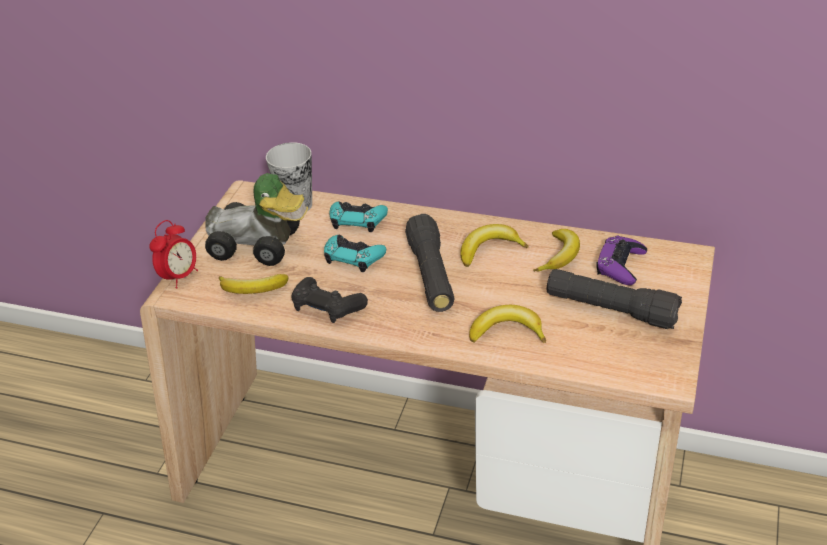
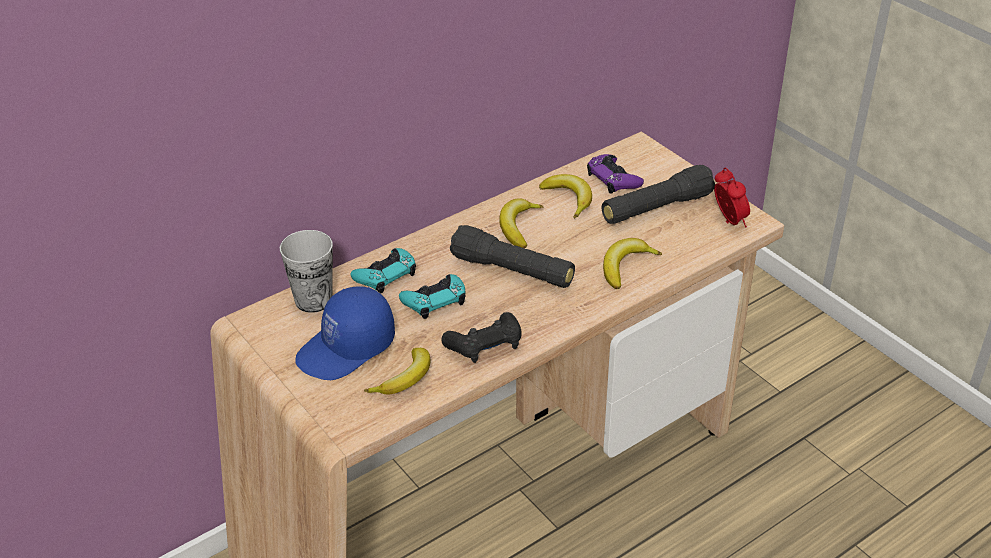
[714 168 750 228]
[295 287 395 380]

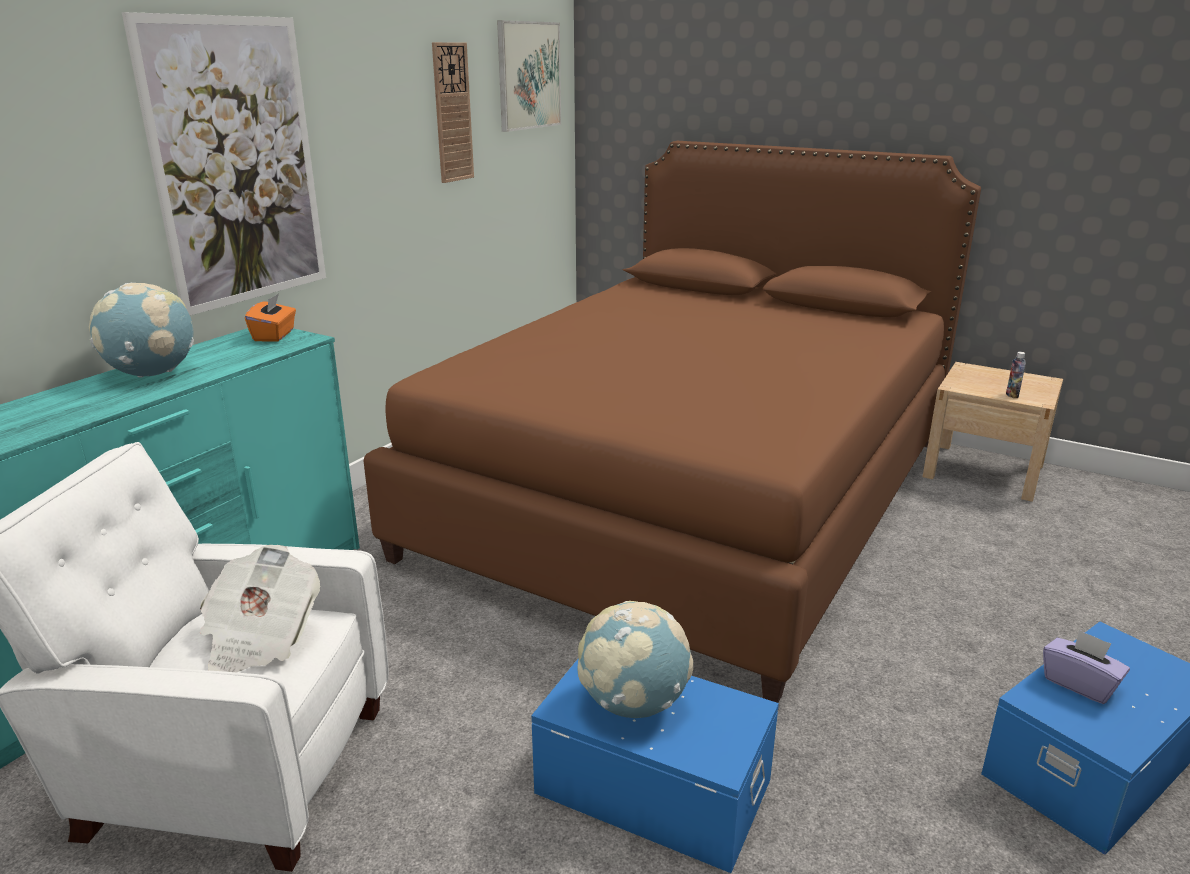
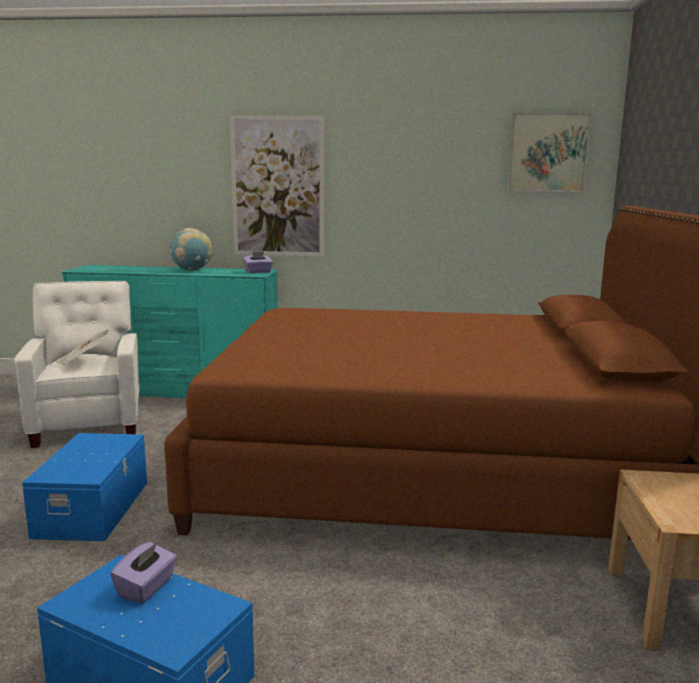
[432 42 474 183] (first image)
[577 601 693 718] (first image)
[1006 352 1026 398] (first image)
[243 251 273 273]

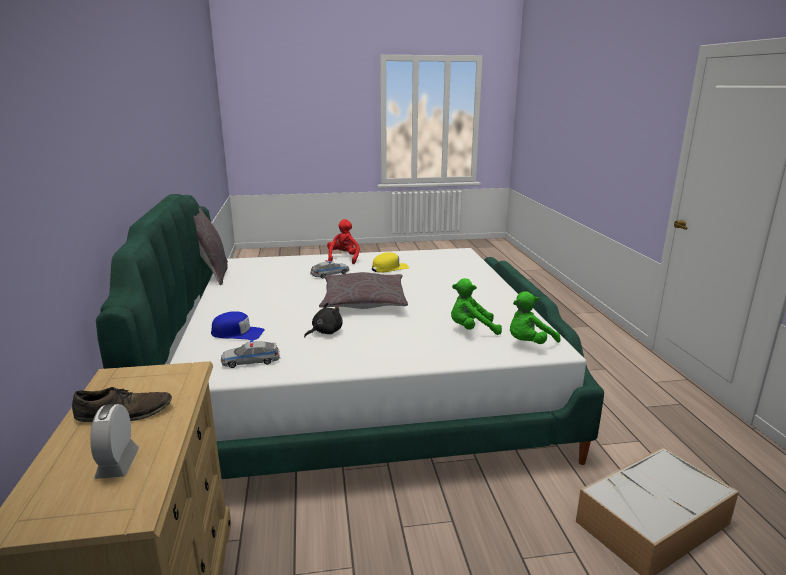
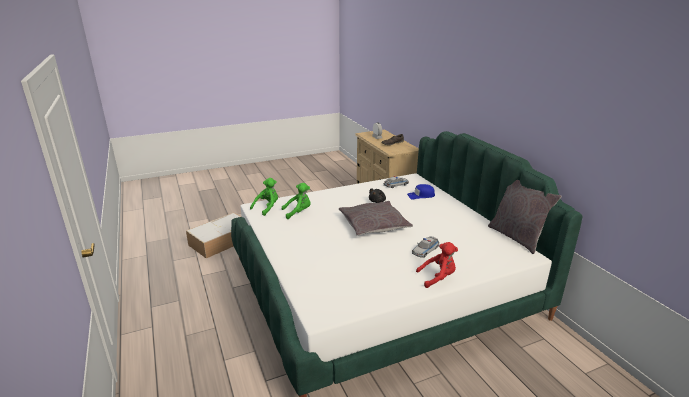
[372 252 409 273] (first image)
[416 242 458 288]

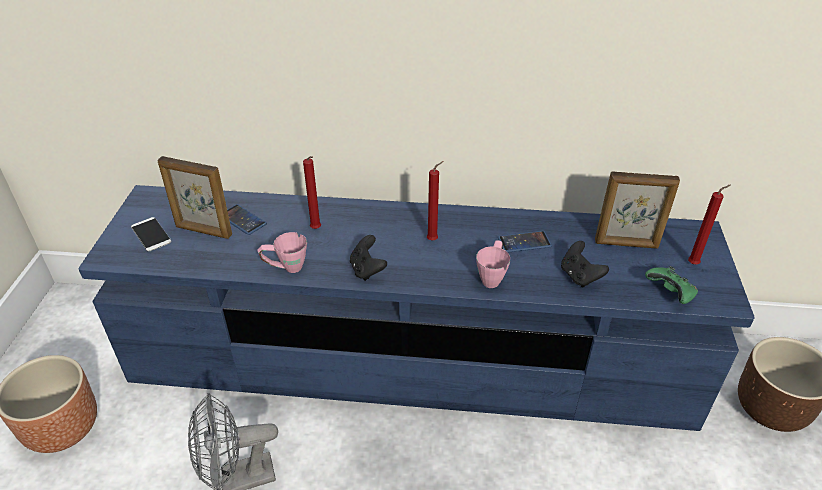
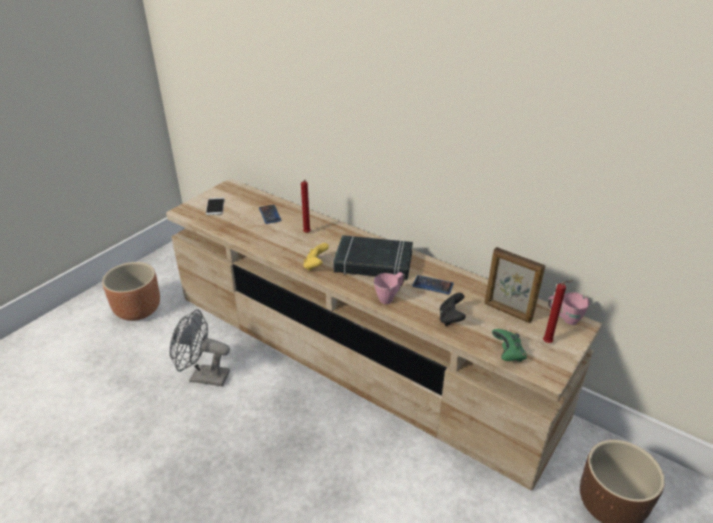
[158 156 232 239] (first image)
[548 292 590 325]
[333 235 413 280]
[166 178 602 490]
[303 243 329 271]

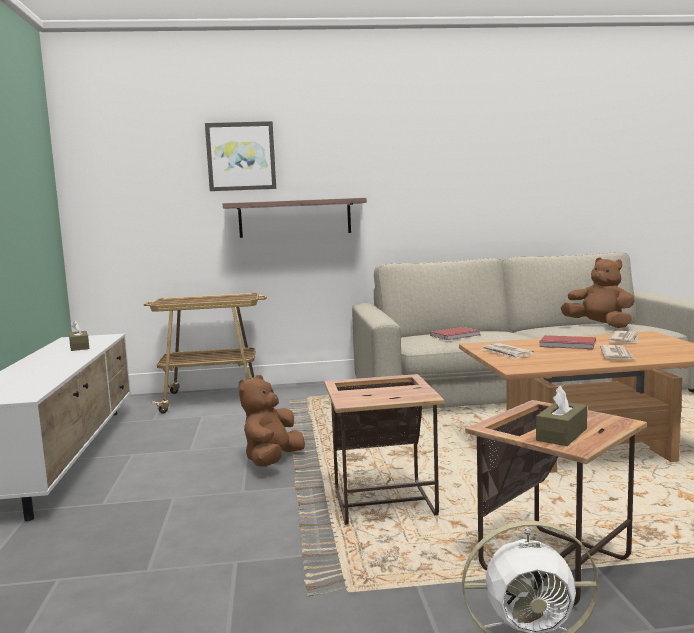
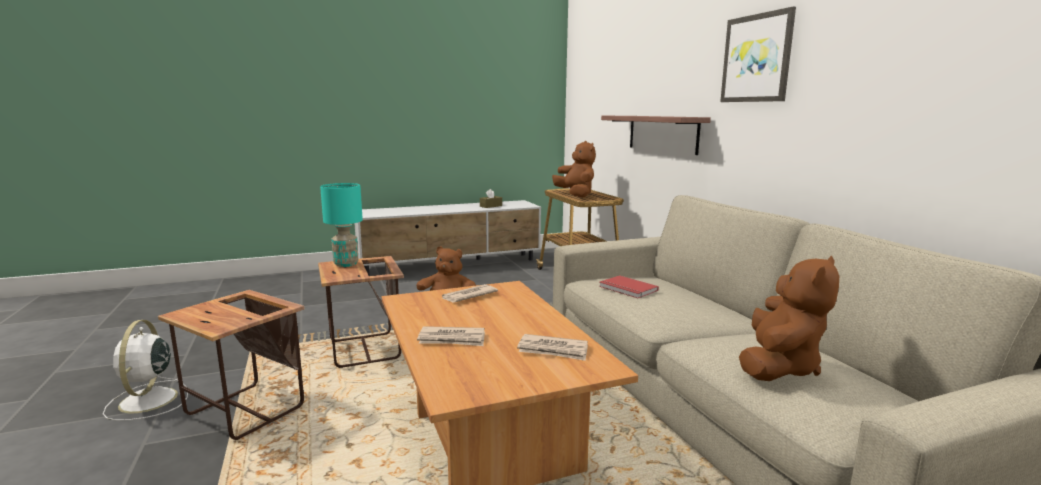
[536 386 587 446] (first image)
[539 335 596 349] (first image)
[320 183 363 267]
[552 141 596 198]
[720 6 796 102]

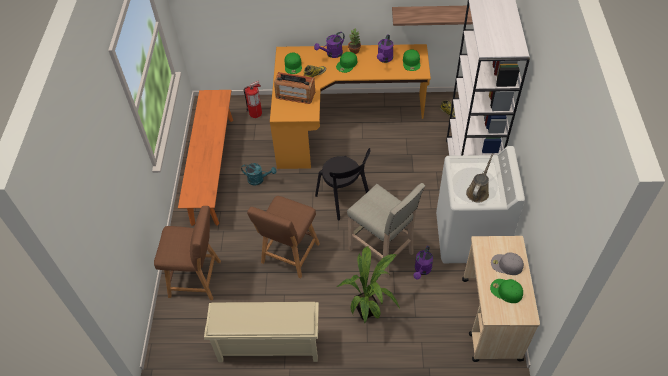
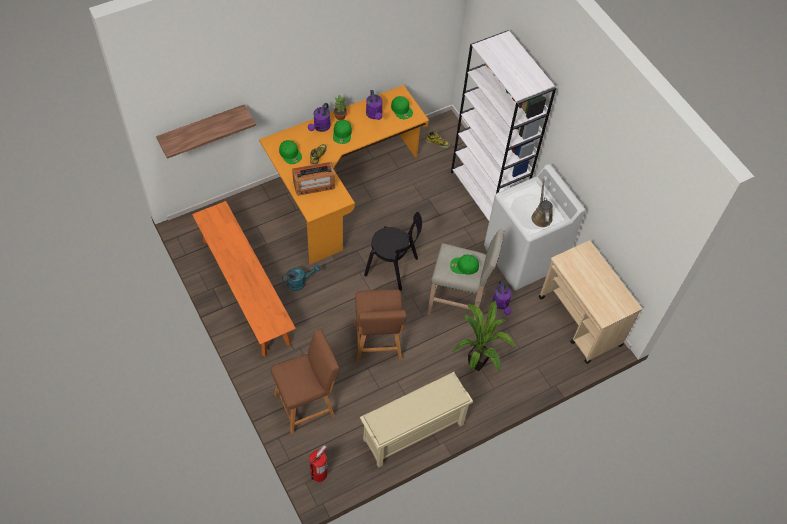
[491 252 524 275] (first image)
[309 445 327 482]
[156 104 256 159]
[450 254 479 275]

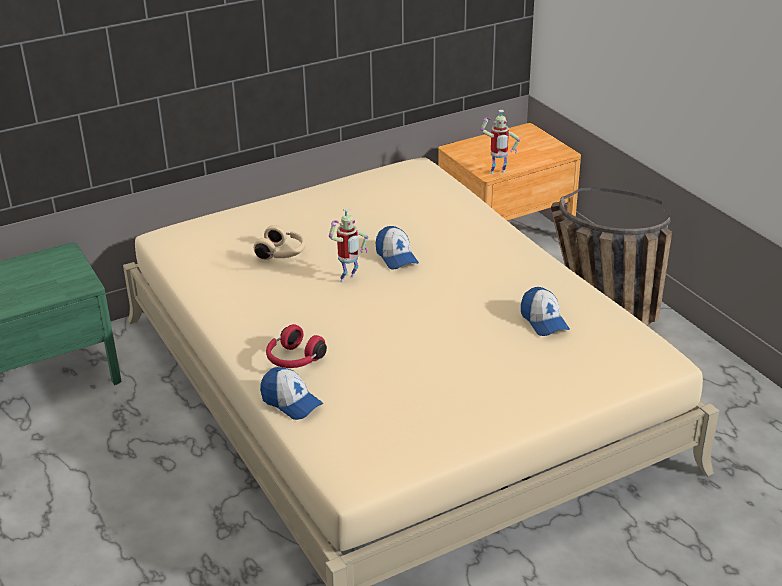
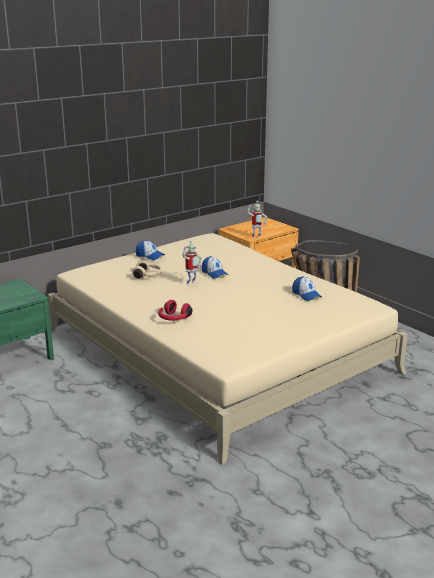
[135 240 165 260]

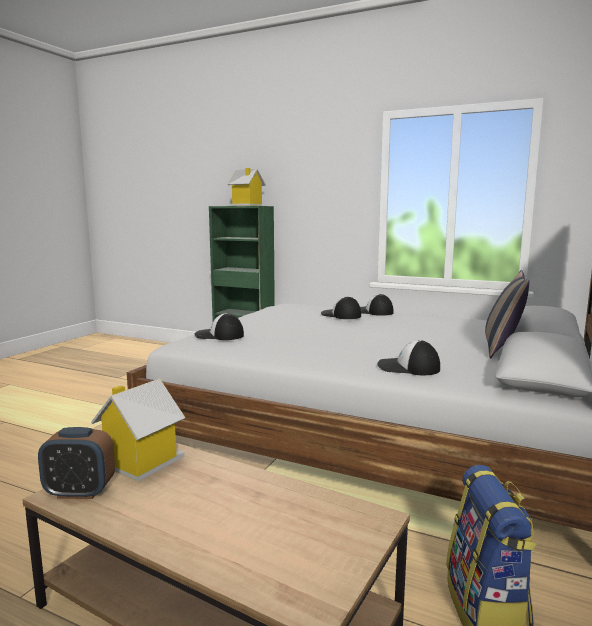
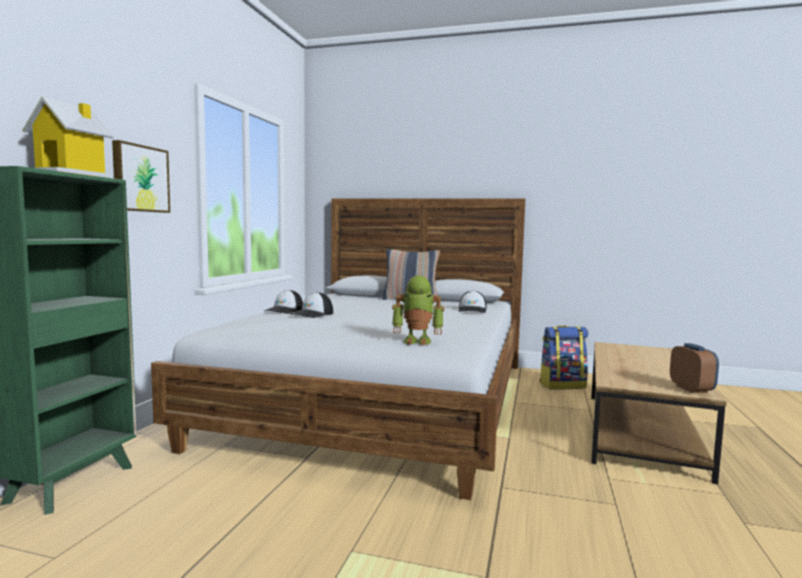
[91 378 185 482] (first image)
[112 140 170 213]
[392 276 444 345]

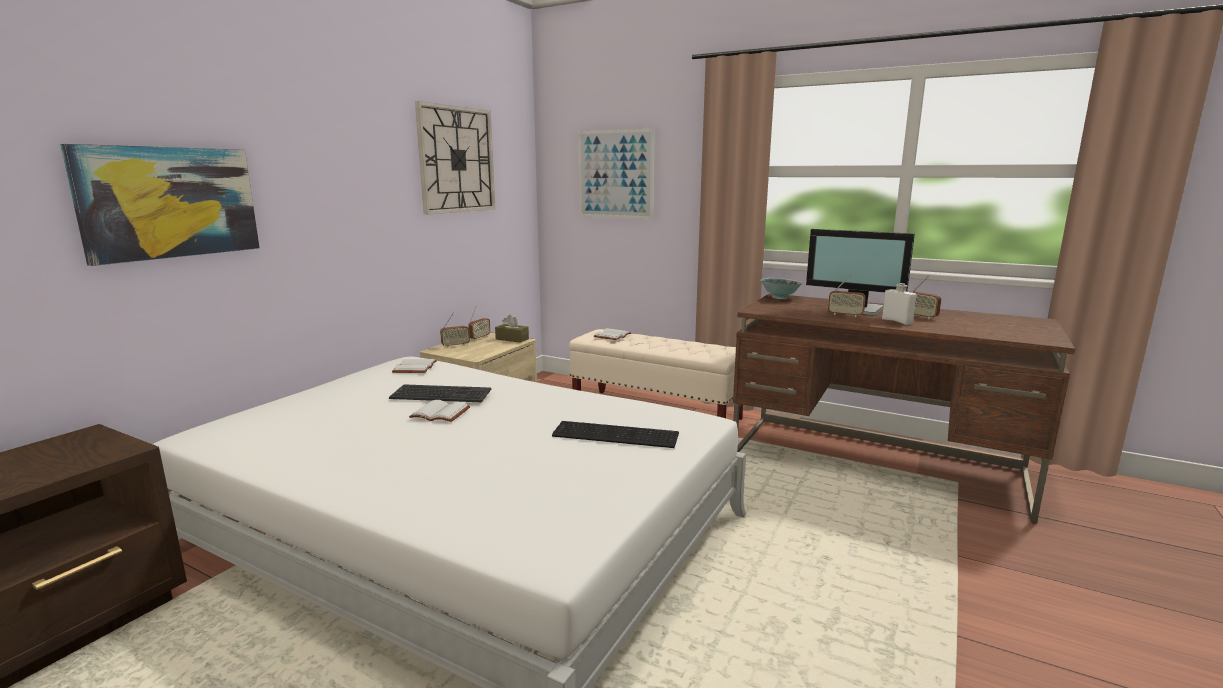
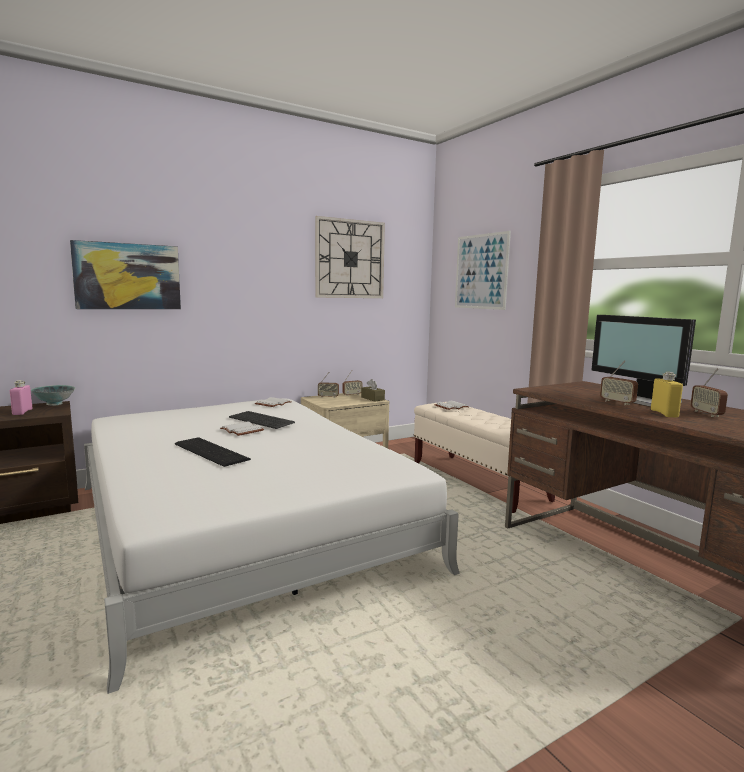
[10 380 33 415]
[175 437 251 467]
[31 385 75 406]
[651 372 683 417]

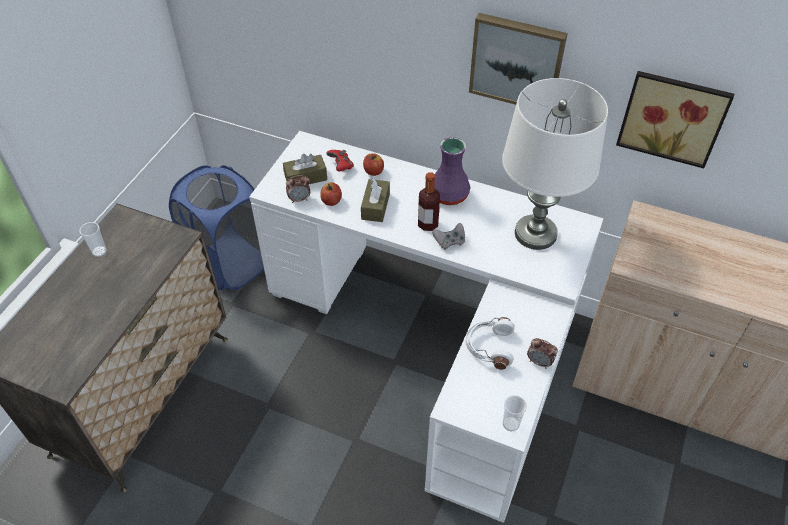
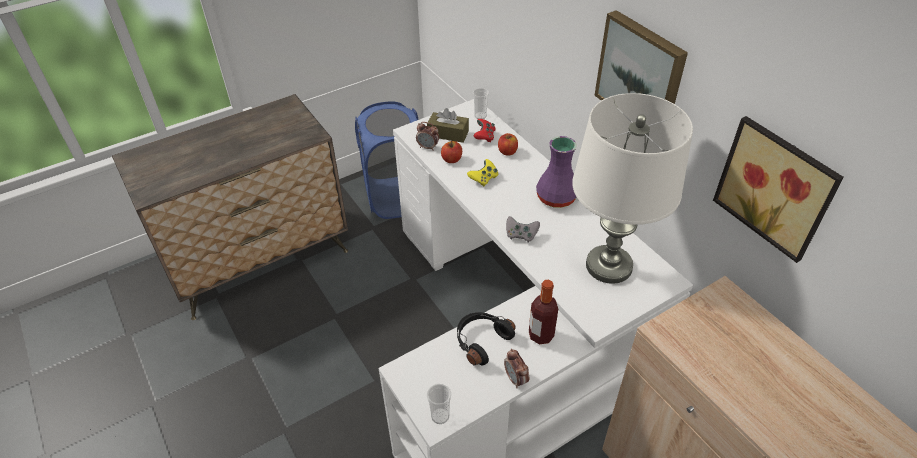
[473 88 489 119]
[529 279 558 344]
[467 159 498 187]
[457 312 516 366]

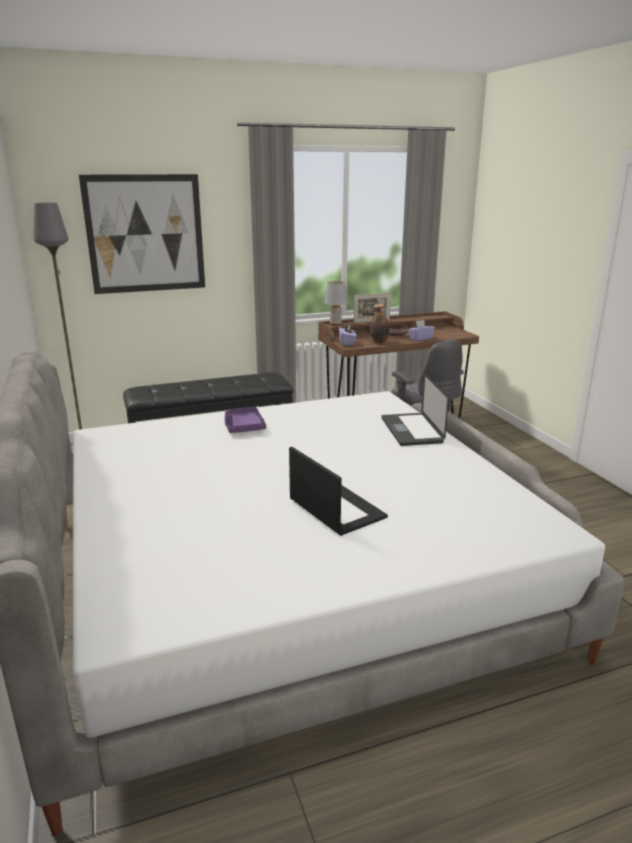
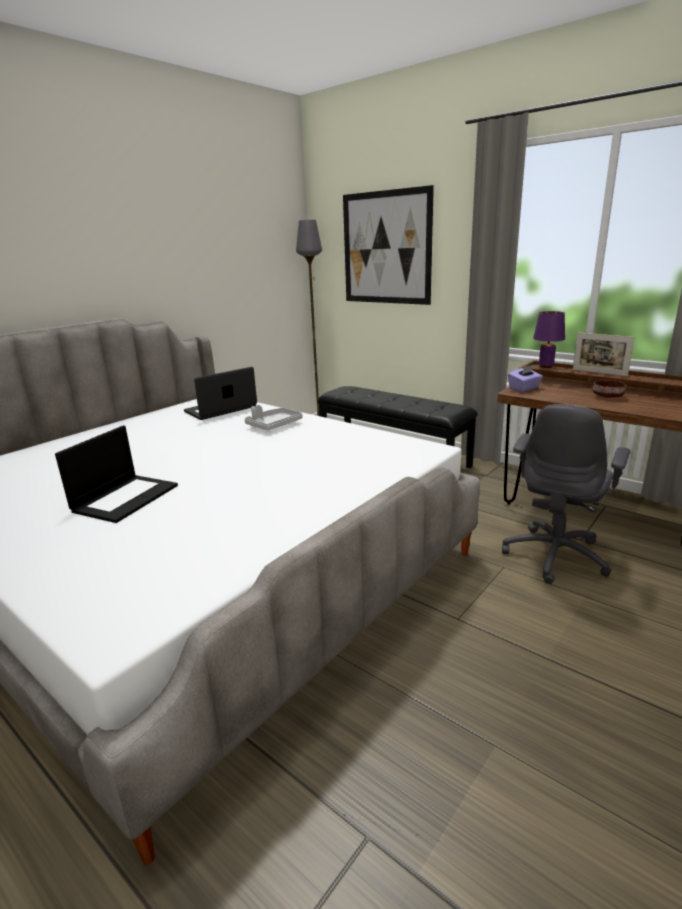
[370 304 390 343] (first image)
[407 320 435 341] (first image)
[184 367 257 420]
[244 405 303 430]
[533 311 565 368]

